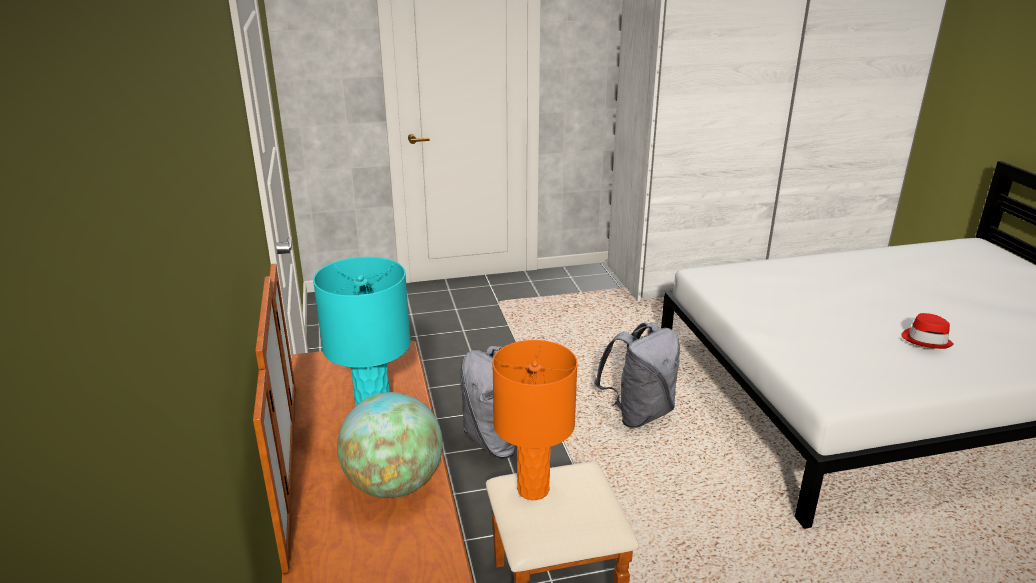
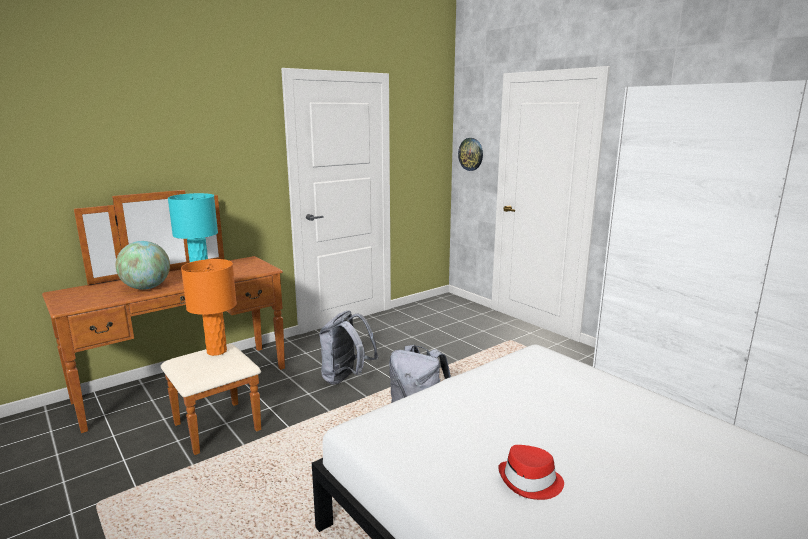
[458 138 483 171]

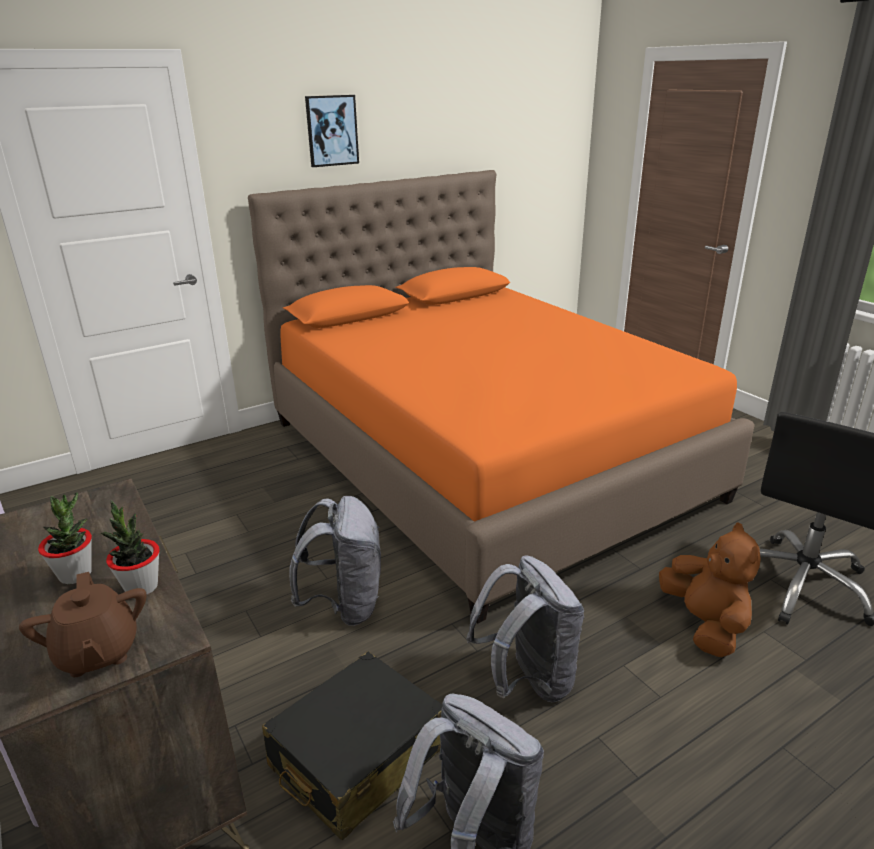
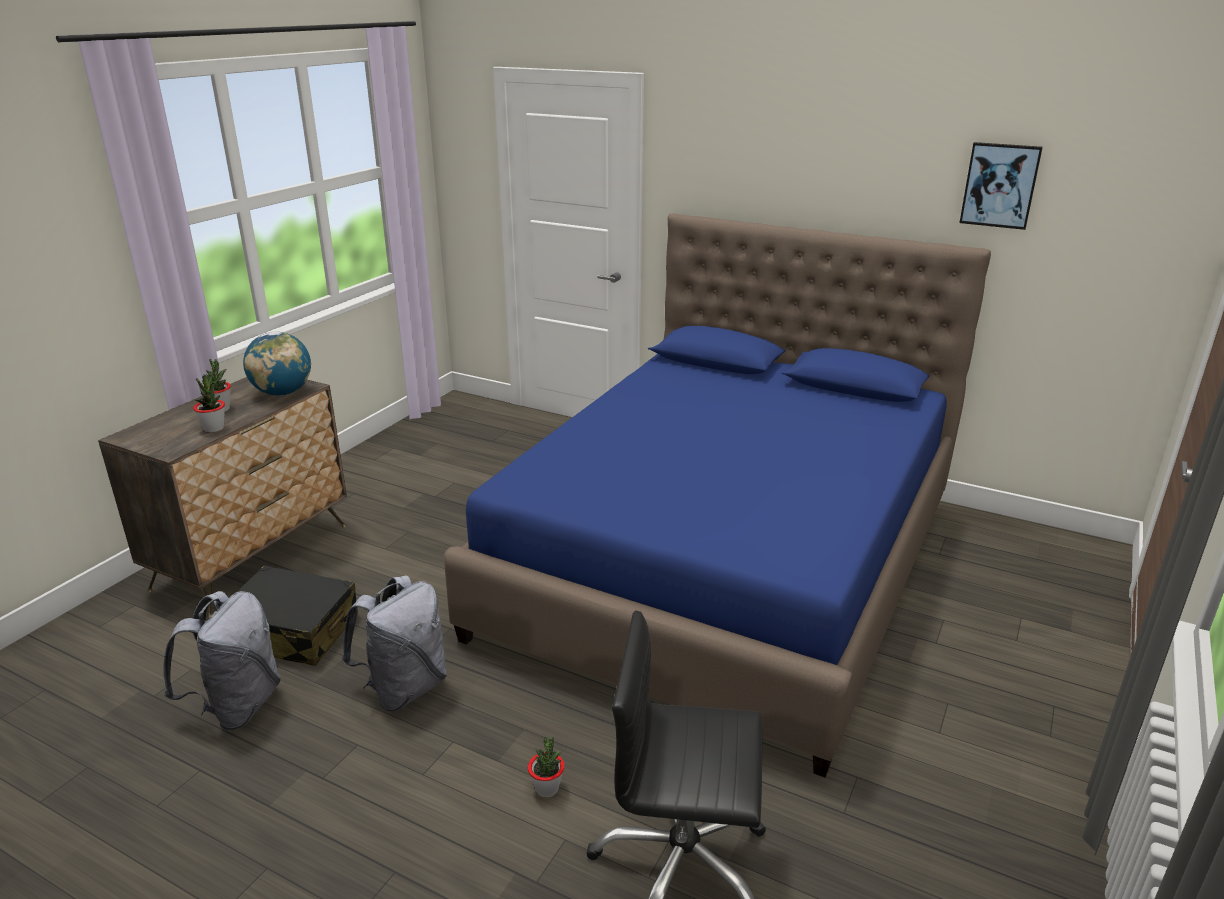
[19 572 147 677] (first image)
[289 496 381 626] (first image)
[243 332 311 396]
[959 142 1043 230]
[528 736 565 798]
[444 213 991 777]

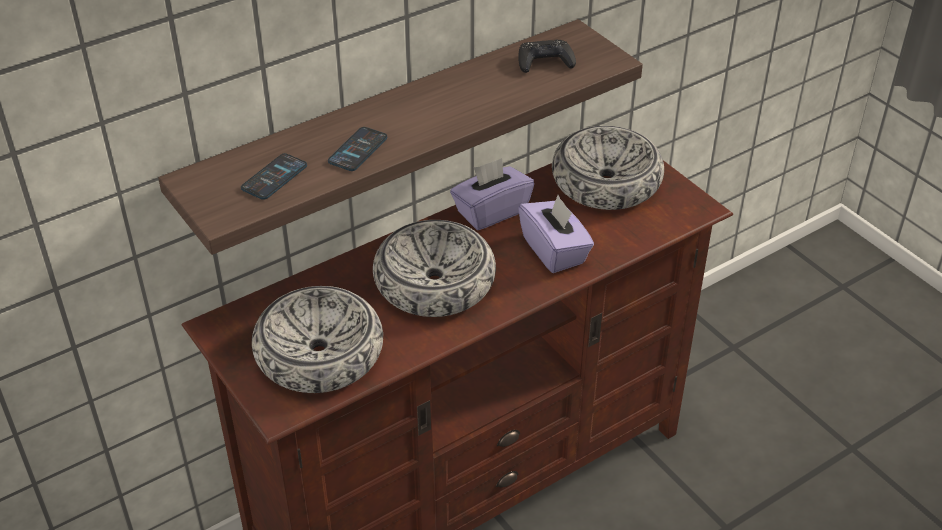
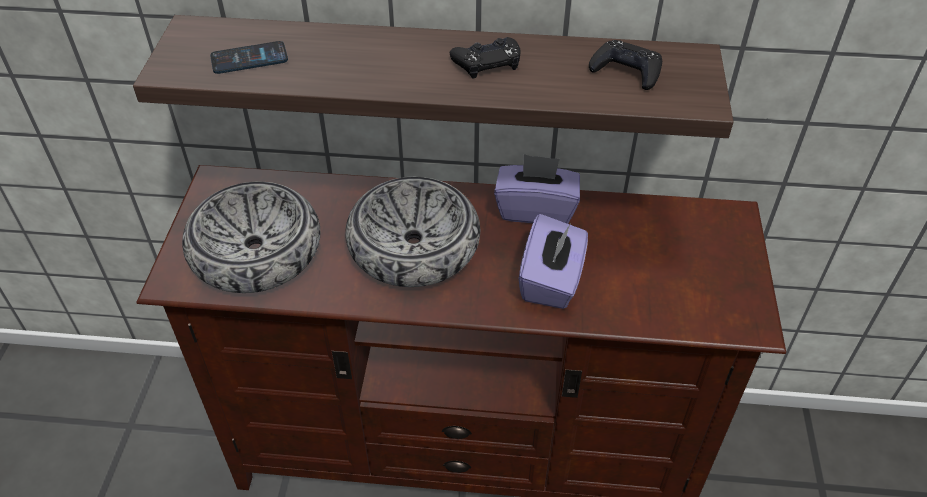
[328 127 387 171] (first image)
[552 126 664 210] (first image)
[450 37 521 79]

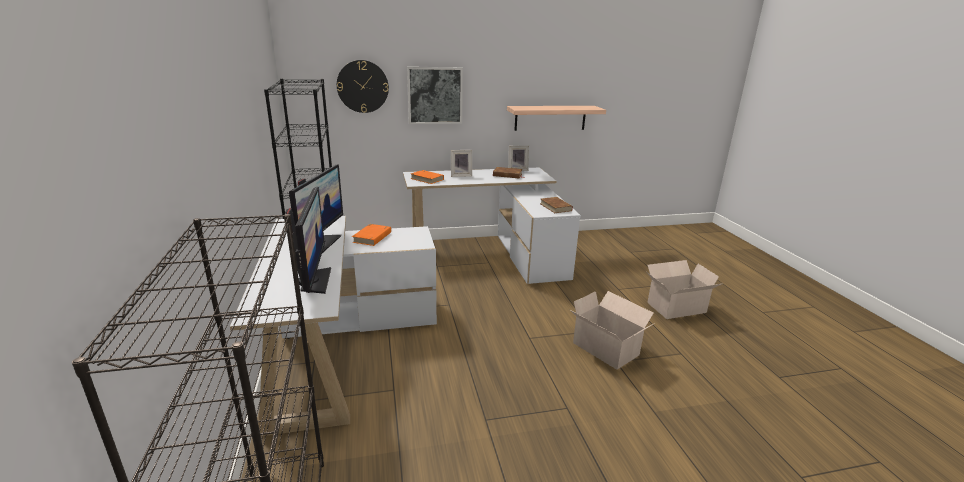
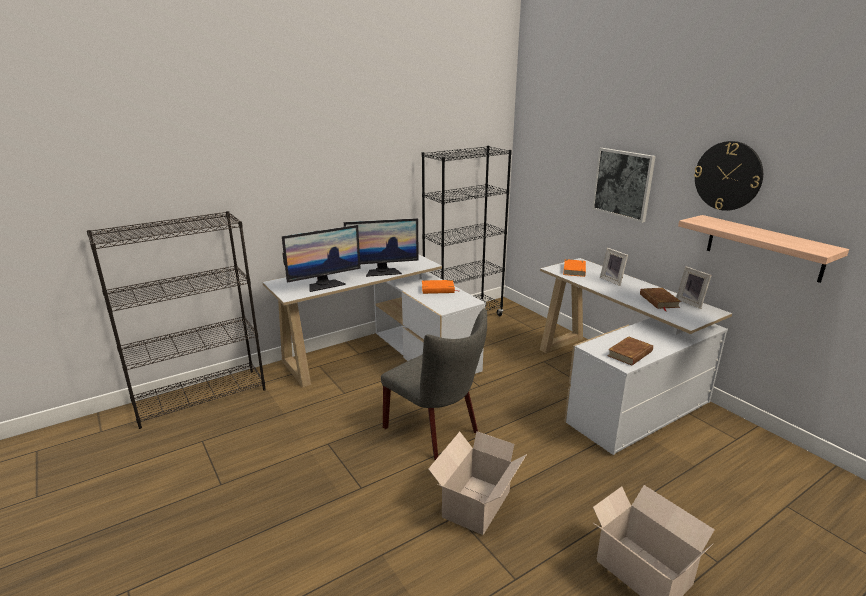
[381 308 487 460]
[694 141 763 211]

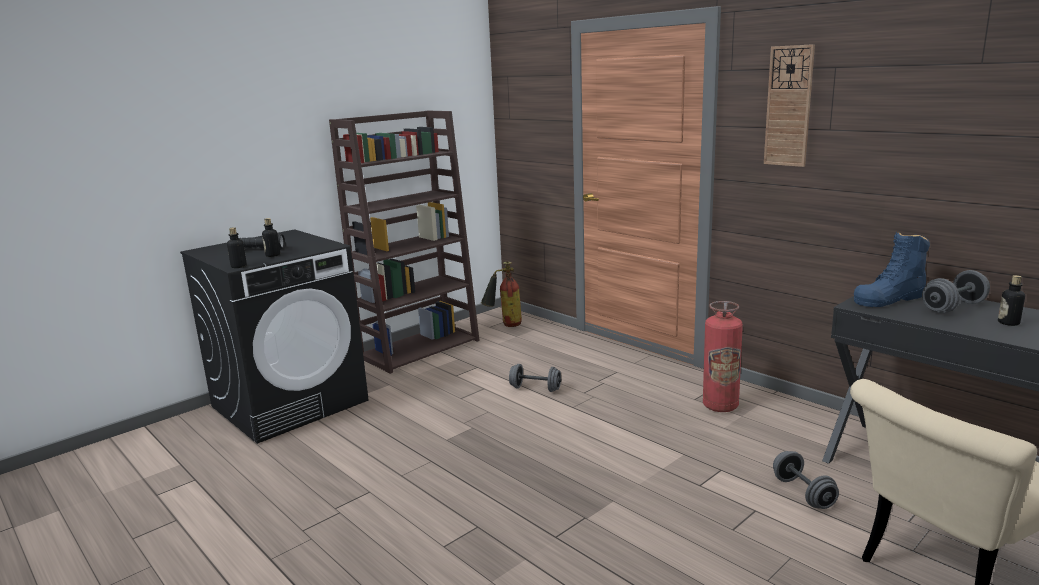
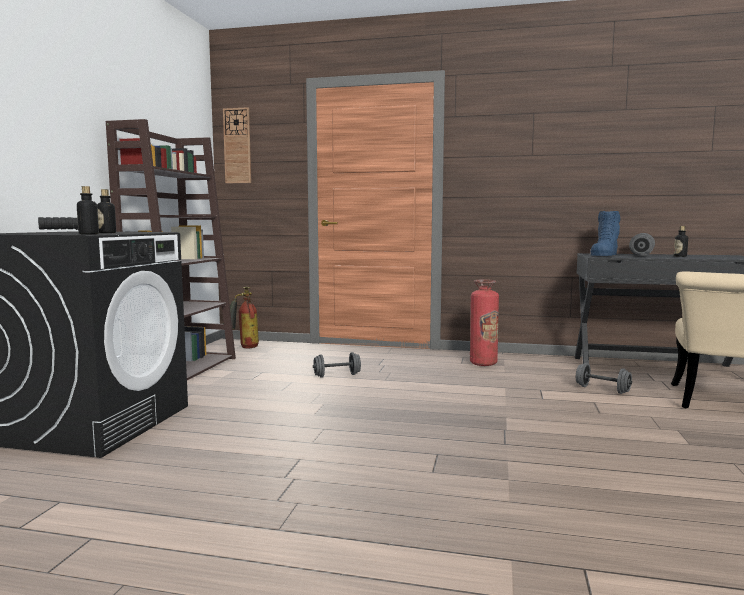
[223 107 251 183]

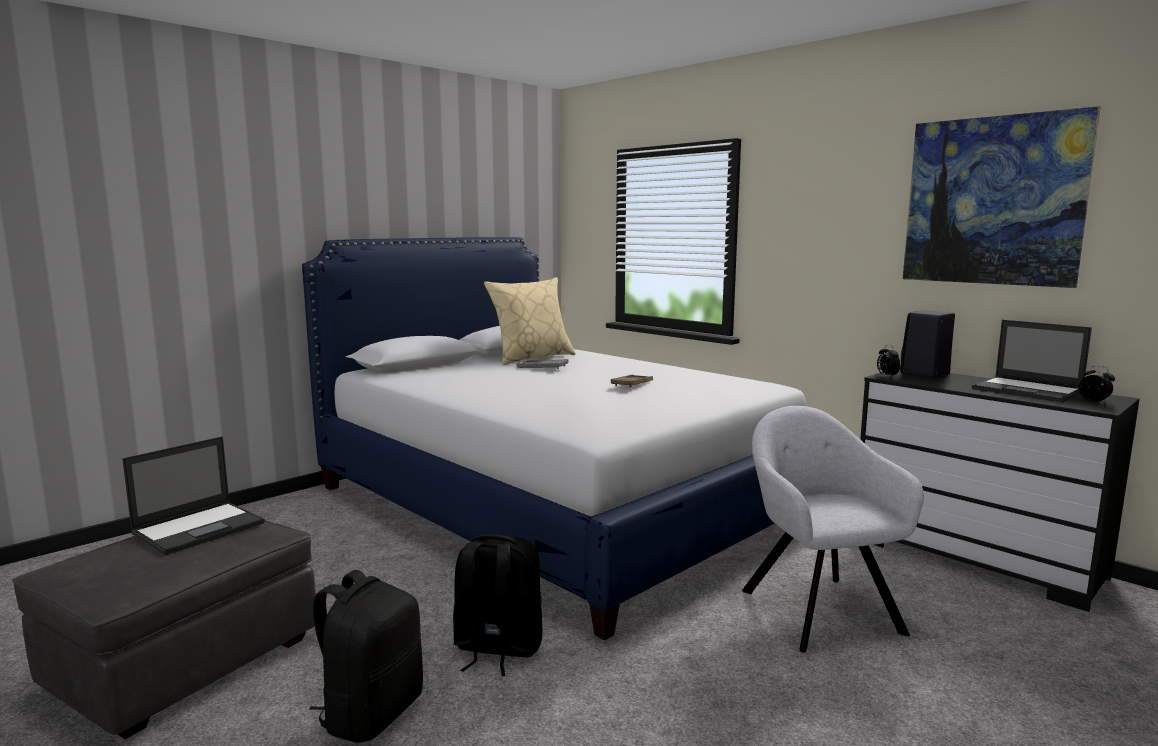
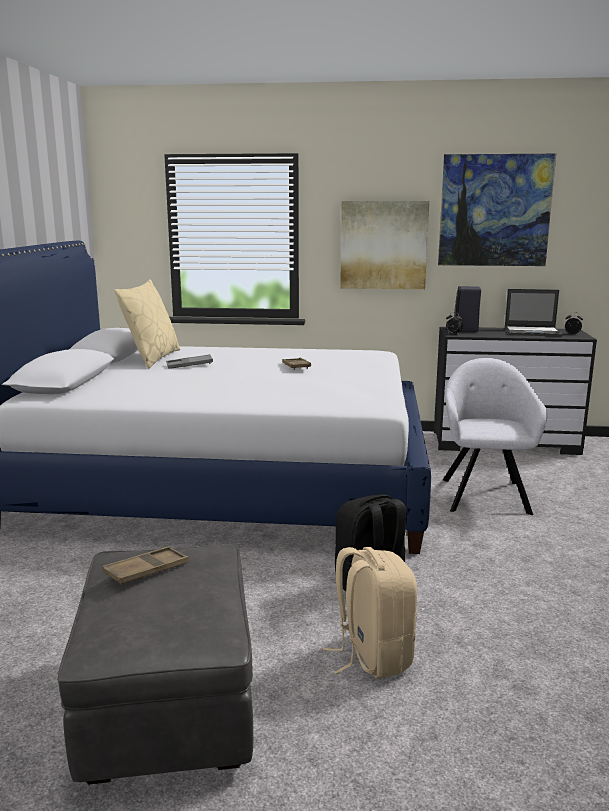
[340 201 429 289]
[102 546 189 585]
[323 547 417 679]
[443 358 548 515]

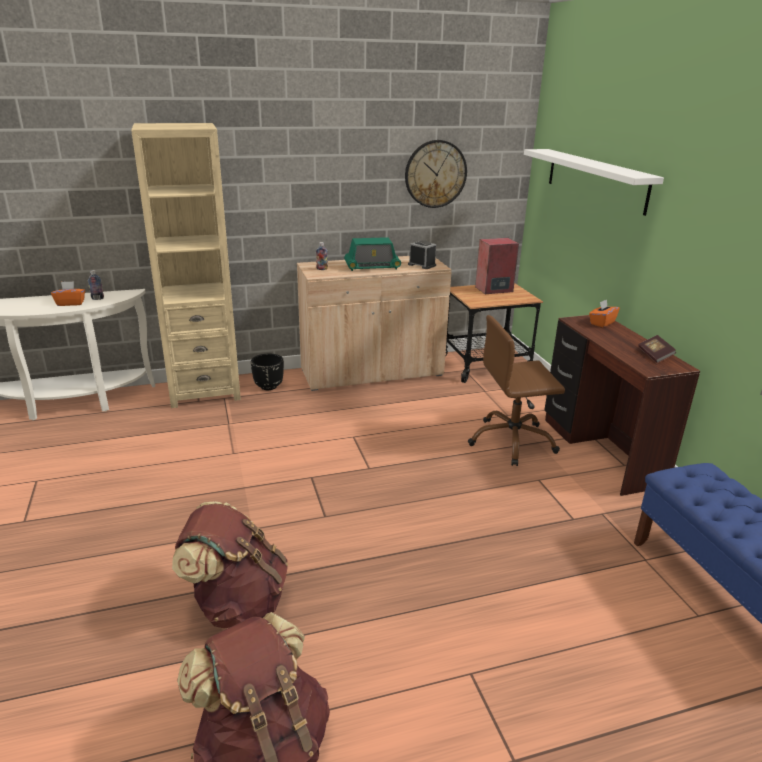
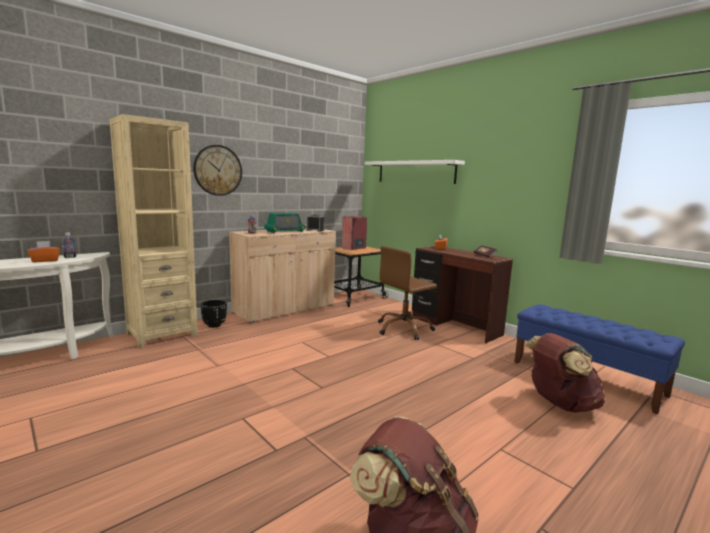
[525 333 605 413]
[193 145 242 196]

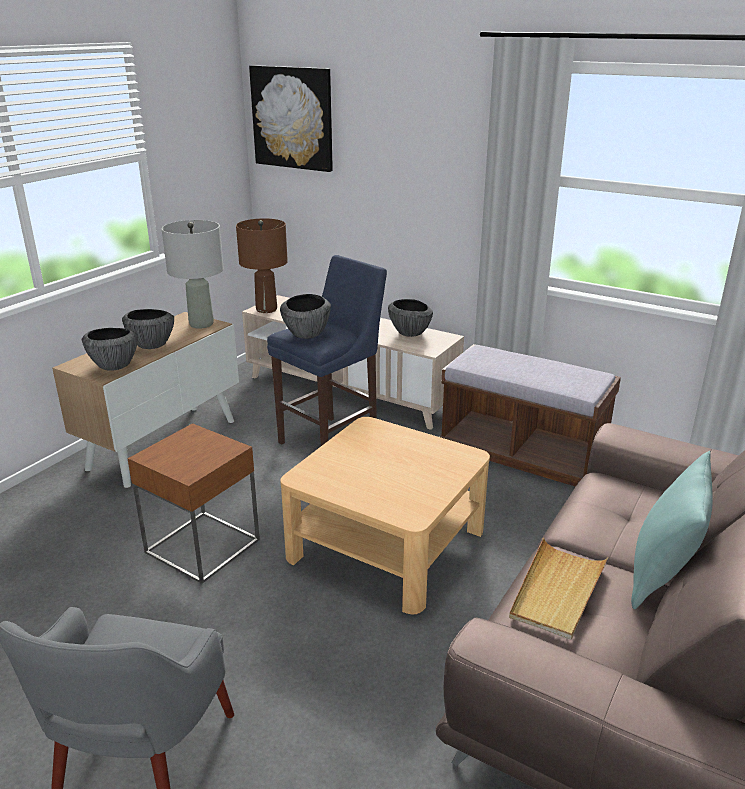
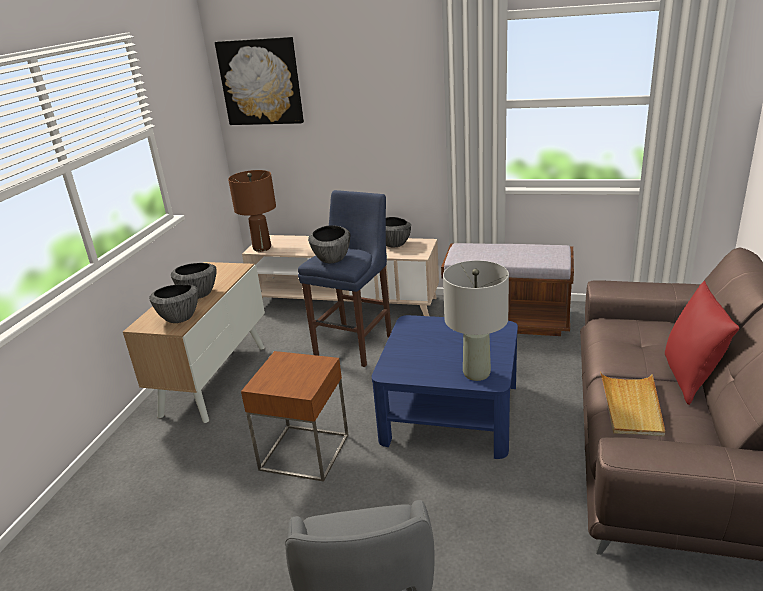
[443 260 509 381]
[372 315 518 459]
[665 280 739 405]

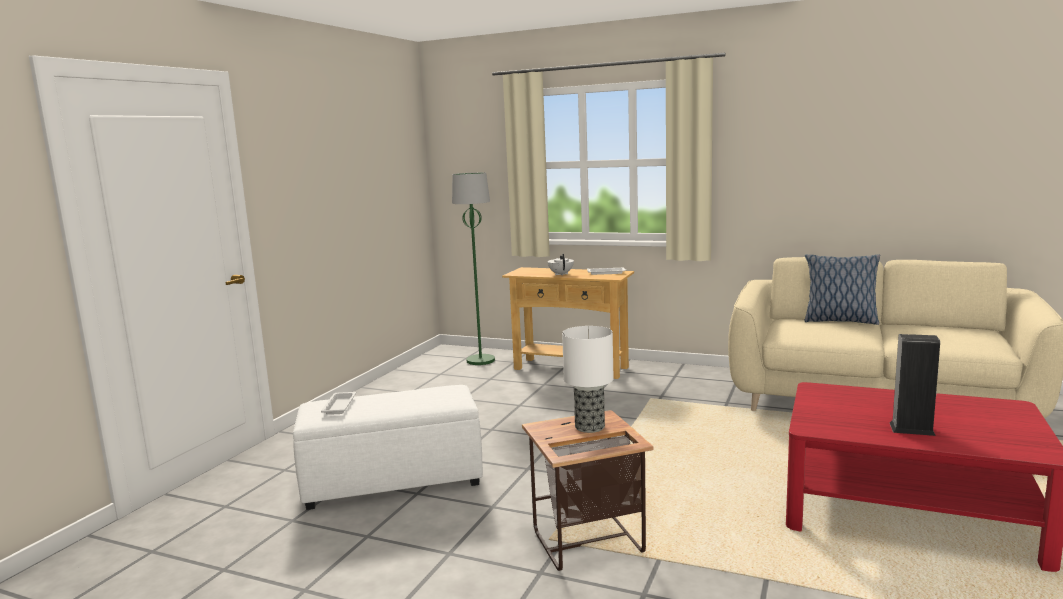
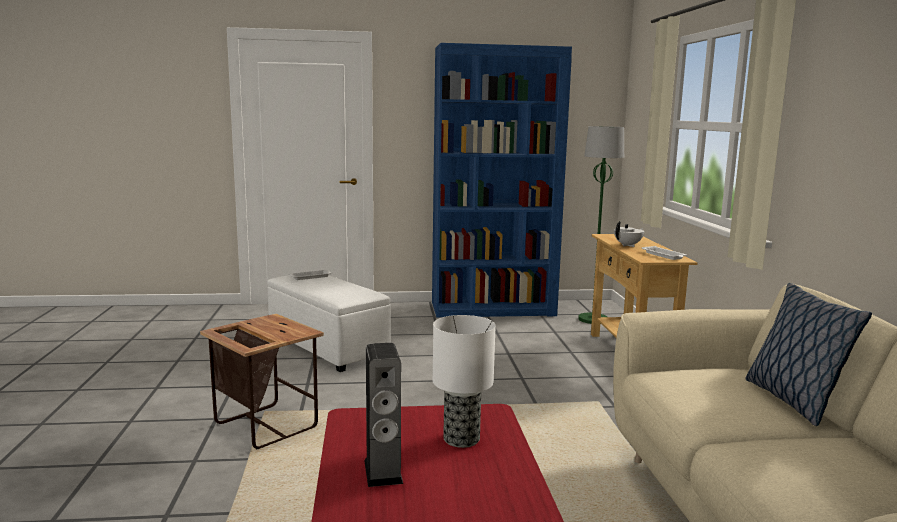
[432 43 572 317]
[433 315 496 448]

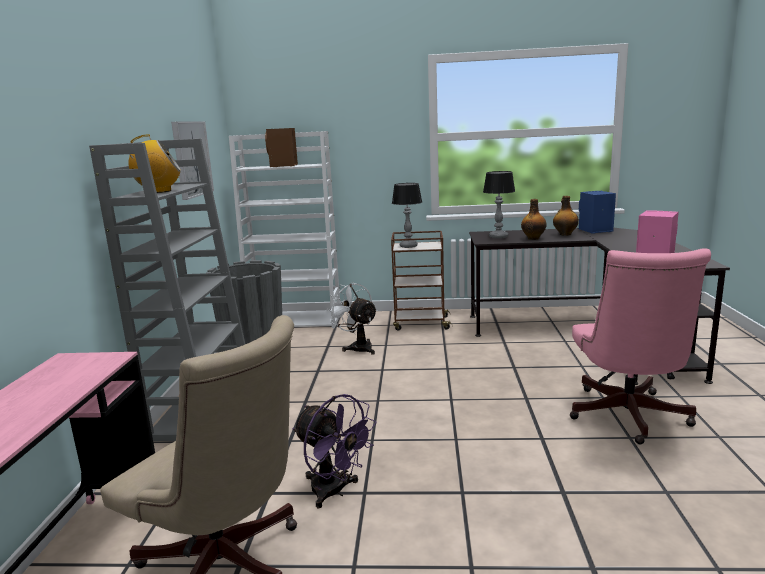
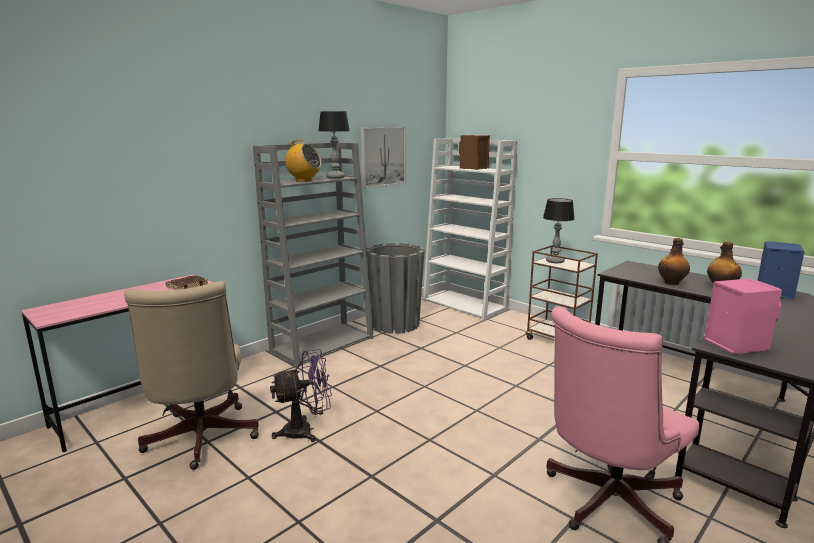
[327 282 378 355] (first image)
[166 275 208 290]
[318 111 350 179]
[270 349 332 442]

